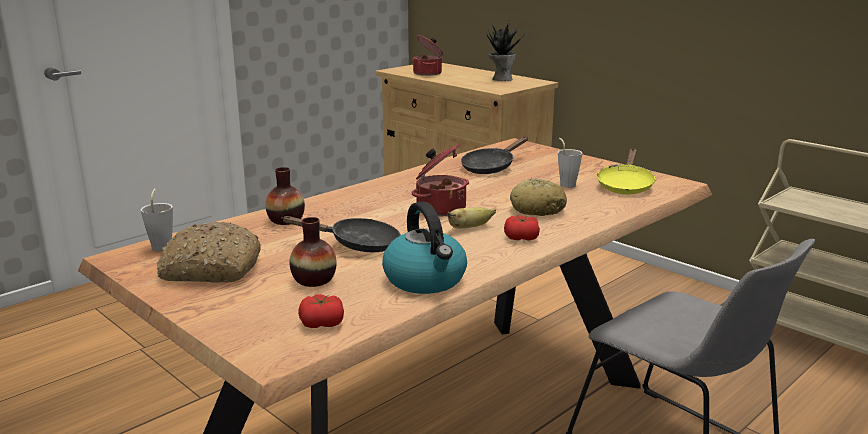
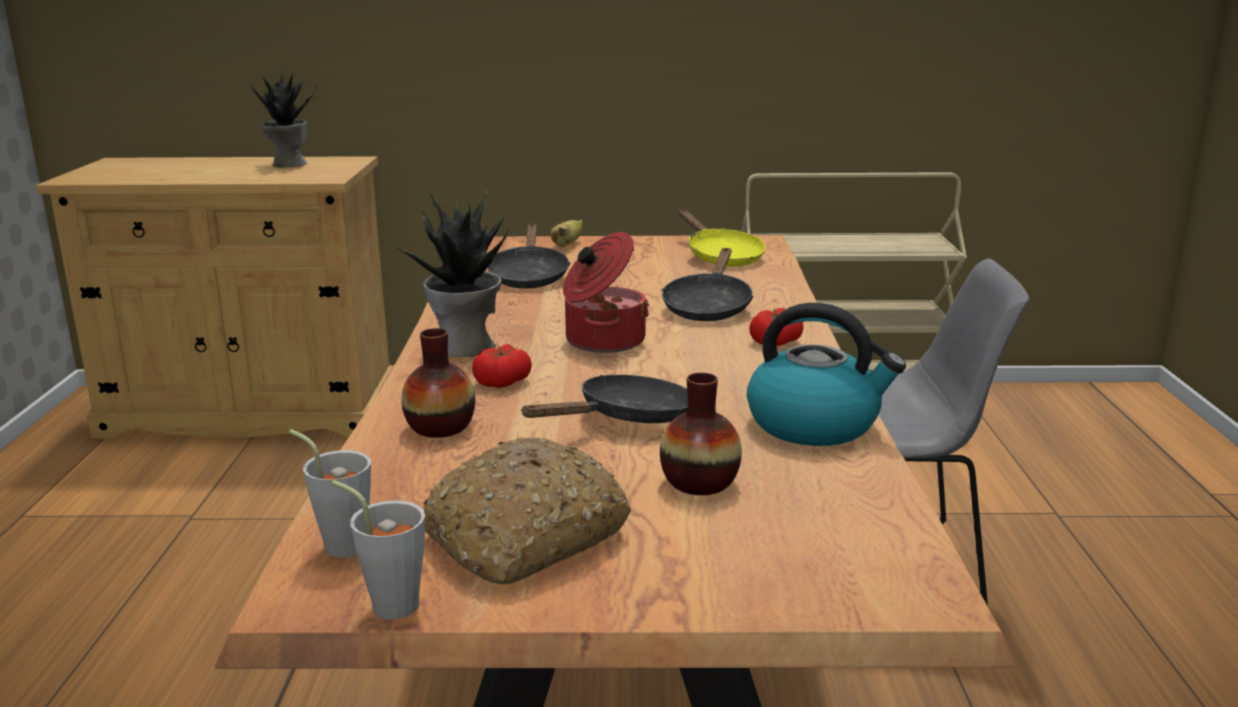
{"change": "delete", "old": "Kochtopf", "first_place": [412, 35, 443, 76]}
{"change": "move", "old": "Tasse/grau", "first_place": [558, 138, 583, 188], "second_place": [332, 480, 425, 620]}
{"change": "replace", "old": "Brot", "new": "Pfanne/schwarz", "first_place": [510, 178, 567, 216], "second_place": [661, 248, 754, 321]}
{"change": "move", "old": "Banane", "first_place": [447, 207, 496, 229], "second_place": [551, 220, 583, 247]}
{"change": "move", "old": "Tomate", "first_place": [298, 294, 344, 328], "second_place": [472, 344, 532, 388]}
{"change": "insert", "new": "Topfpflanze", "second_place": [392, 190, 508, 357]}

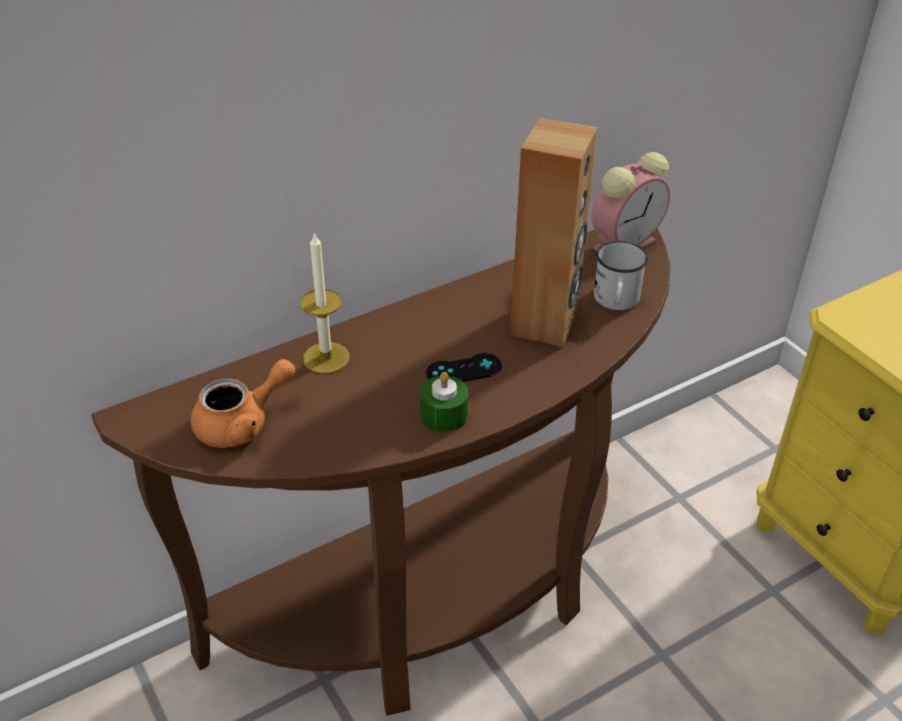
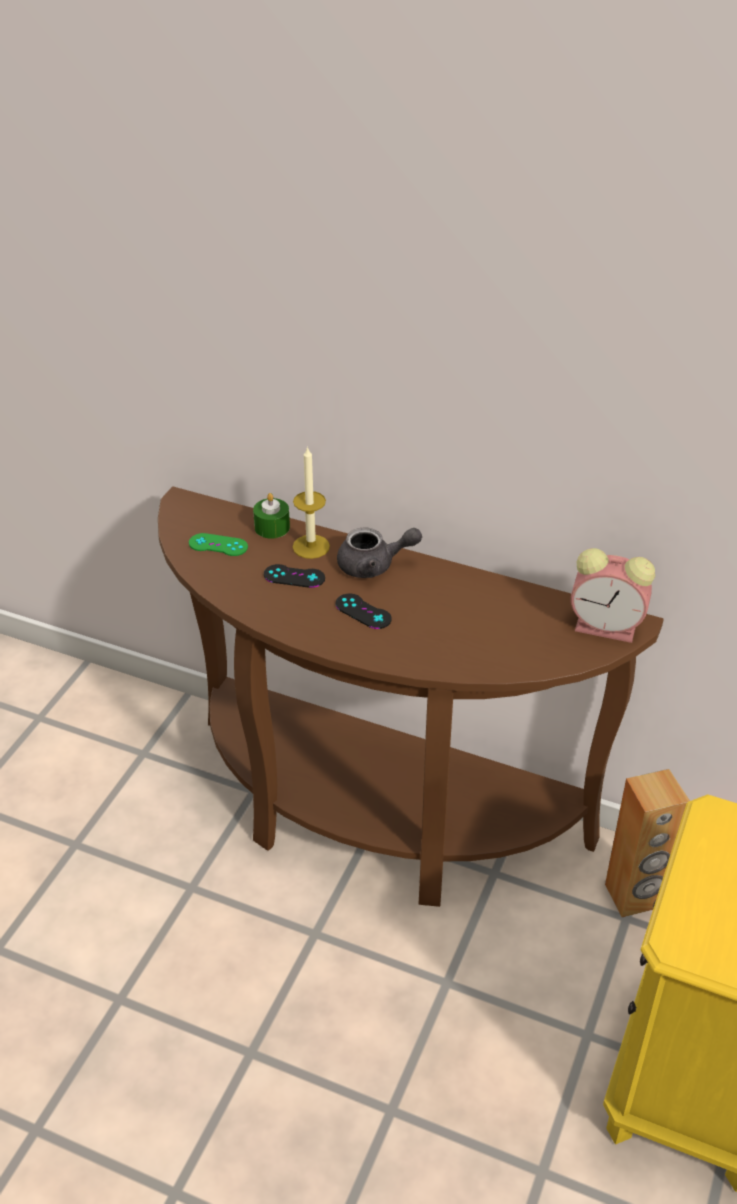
{"change": "move", "old": "Lautsprecher/braun", "first_place": [510, 118, 597, 347], "second_place": [605, 769, 690, 917]}
{"change": "delete", "old": "Henkelbecher/weiß", "first_place": [594, 241, 648, 310]}
{"change": "replace", "old": "Teekanne/orange", "new": "Gamepad/grün", "first_place": [191, 359, 295, 448], "second_place": [189, 533, 248, 556]}
{"change": "move", "old": "Kerze/grün", "first_place": [420, 372, 469, 432], "second_place": [253, 493, 290, 539]}
{"change": "insert", "new": "Teekanne/grau", "second_place": [337, 527, 422, 578]}
{"change": "insert", "new": "Gamepad/schwarz", "second_place": [264, 564, 325, 588]}

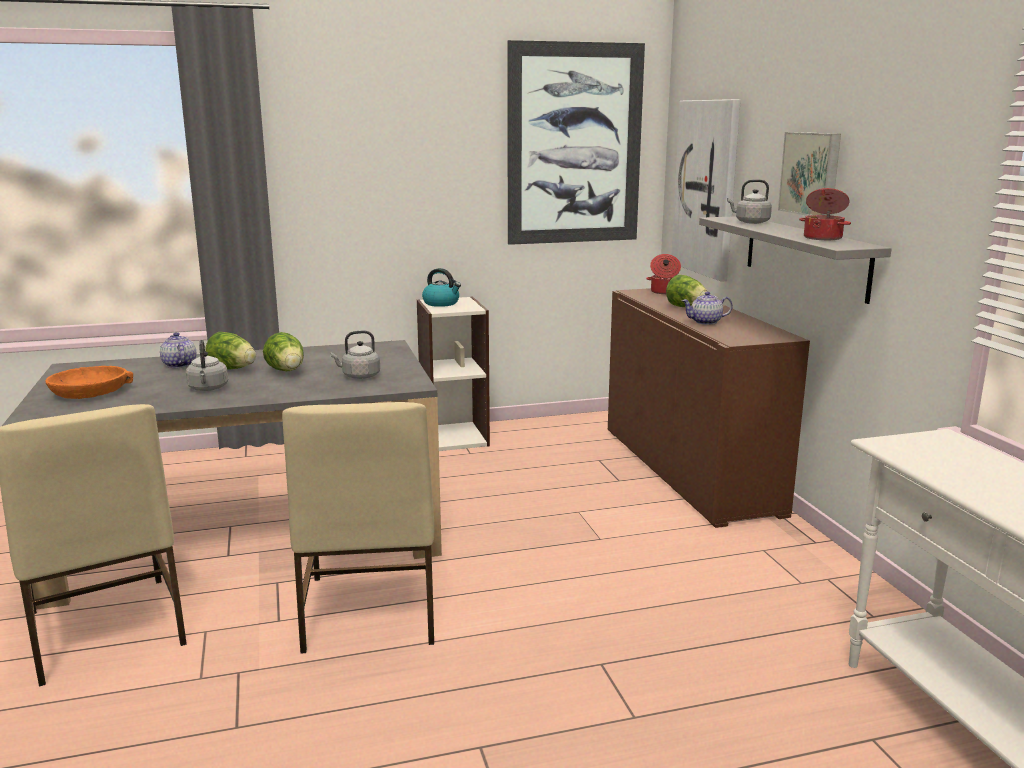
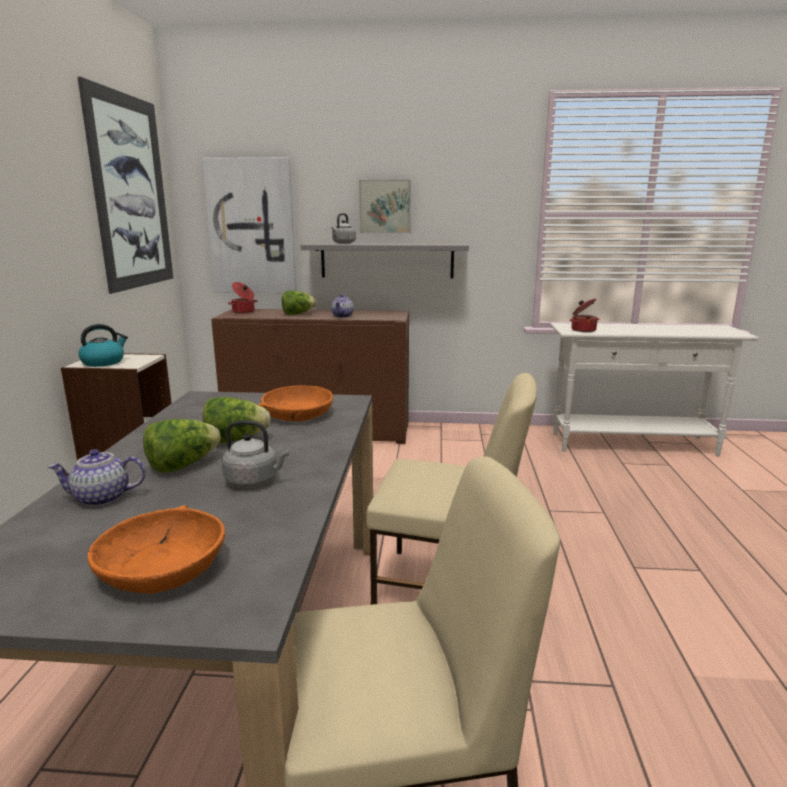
{"change": "move", "old": "Kochtopf", "first_place": [799, 188, 851, 240], "second_place": [570, 299, 599, 332]}
{"change": "replace", "old": "Wasserkessel/grau", "new": "Schüssel/orange", "first_place": [330, 330, 380, 379], "second_place": [258, 386, 333, 421]}

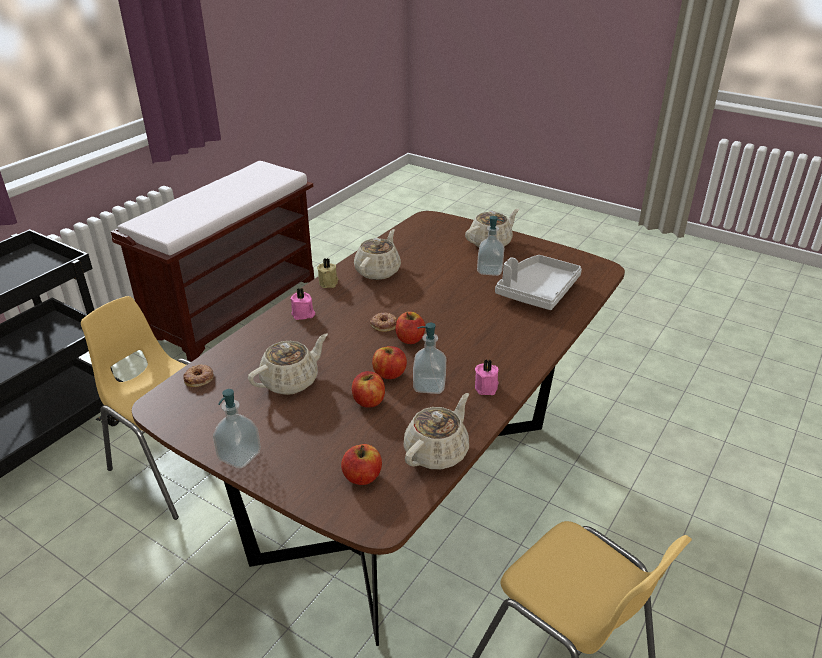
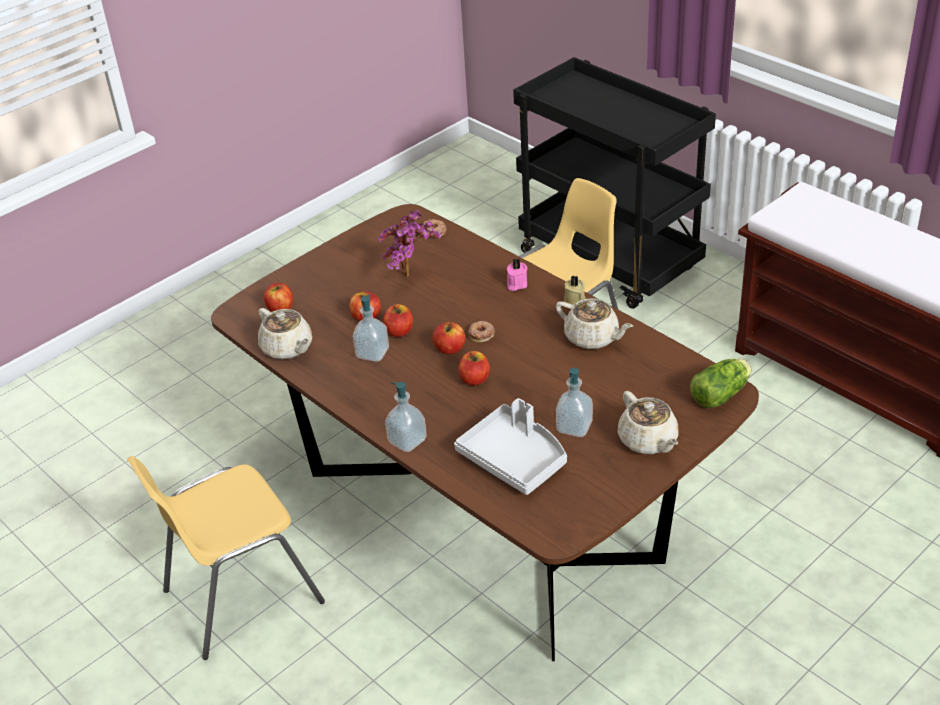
{"change": "replace", "old": "Teekanne/beige", "new": "Topfpflanze", "first_place": [248, 334, 328, 395], "second_place": [378, 210, 441, 276]}
{"change": "delete", "old": "Kerze/rosa", "first_place": [475, 359, 499, 395]}
{"change": "move", "old": "Seifenspender", "first_place": [213, 389, 261, 468], "second_place": [385, 382, 427, 452]}
{"change": "insert", "new": "Apfel", "second_place": [458, 351, 490, 386]}
{"change": "insert", "new": "Salatkopf", "second_place": [690, 359, 751, 408]}

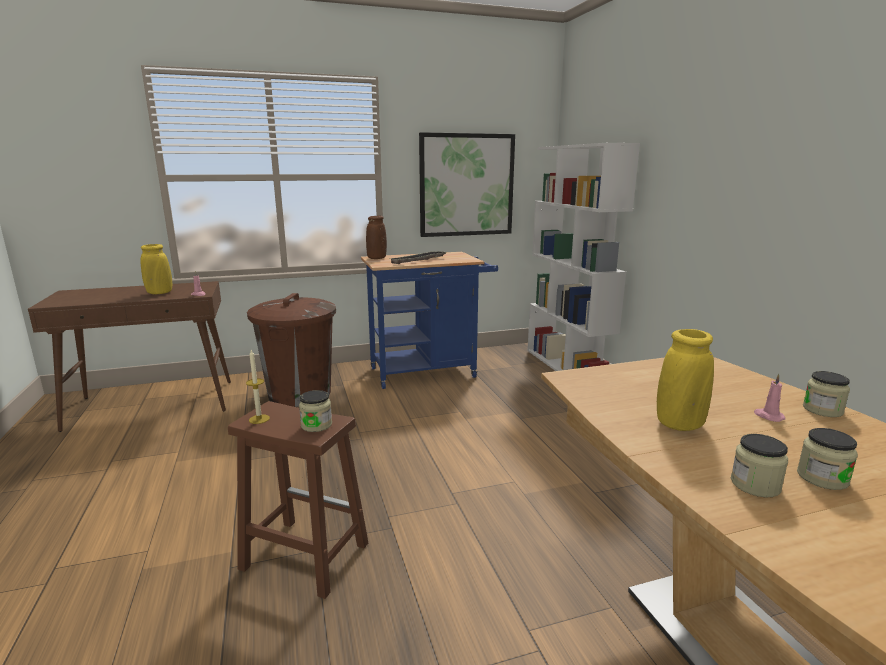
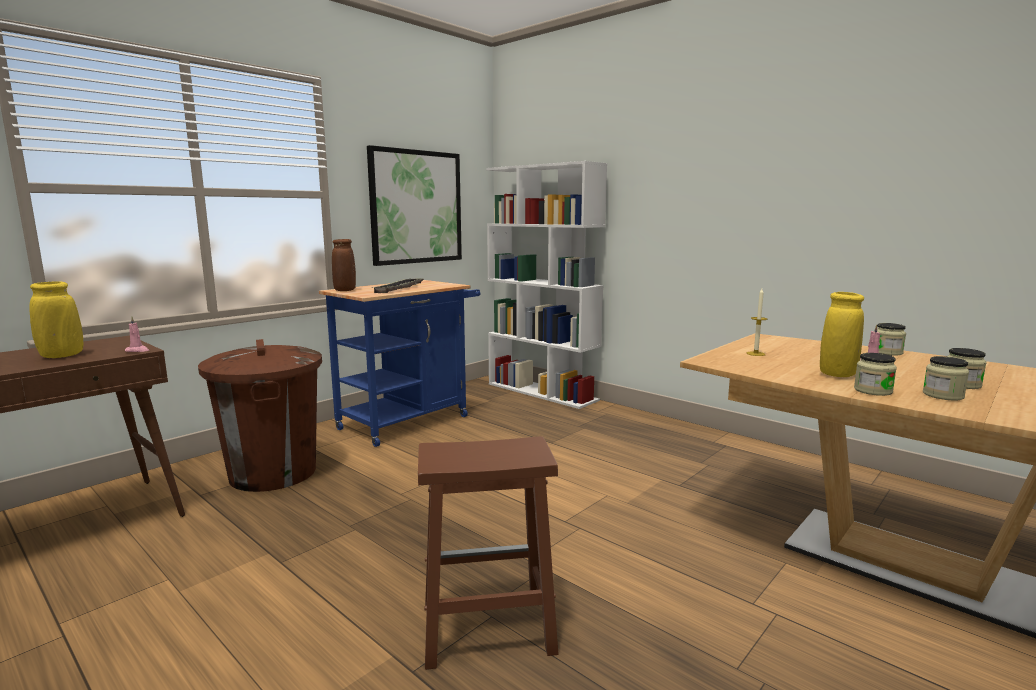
{"change": "move", "old": "Kerze", "first_place": [246, 350, 270, 424], "second_place": [747, 289, 767, 356]}
{"change": "move", "old": "Vorratsglas", "first_place": [299, 390, 332, 432], "second_place": [854, 353, 897, 396]}

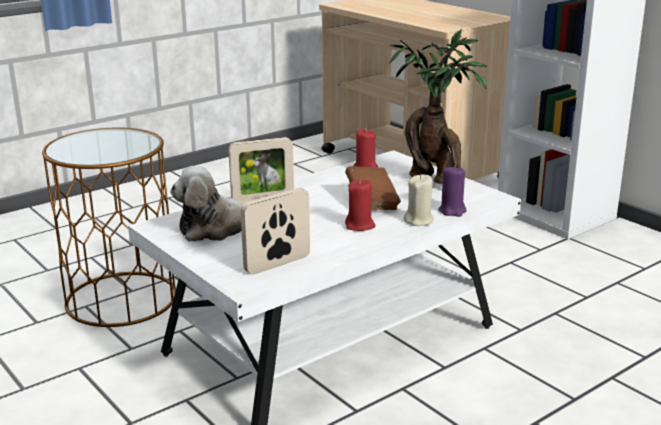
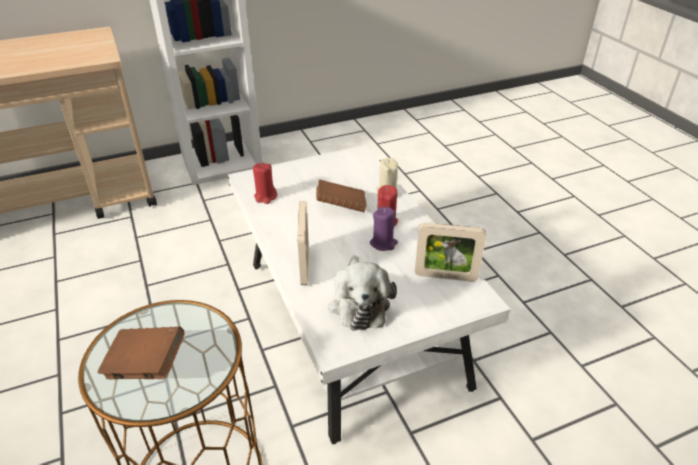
{"change": "delete", "old": "Topfpflanze", "first_place": [389, 29, 487, 183]}
{"change": "move", "old": "Kerze/lila", "first_place": [438, 165, 467, 217], "second_place": [370, 207, 398, 251]}
{"change": "rotate", "old": "Bilderrahmen", "first_place": [241, 188, 310, 274], "second_place": [415, 223, 486, 282], "degrees": -60}
{"change": "insert", "new": "Buch/braun", "second_place": [98, 327, 185, 379]}

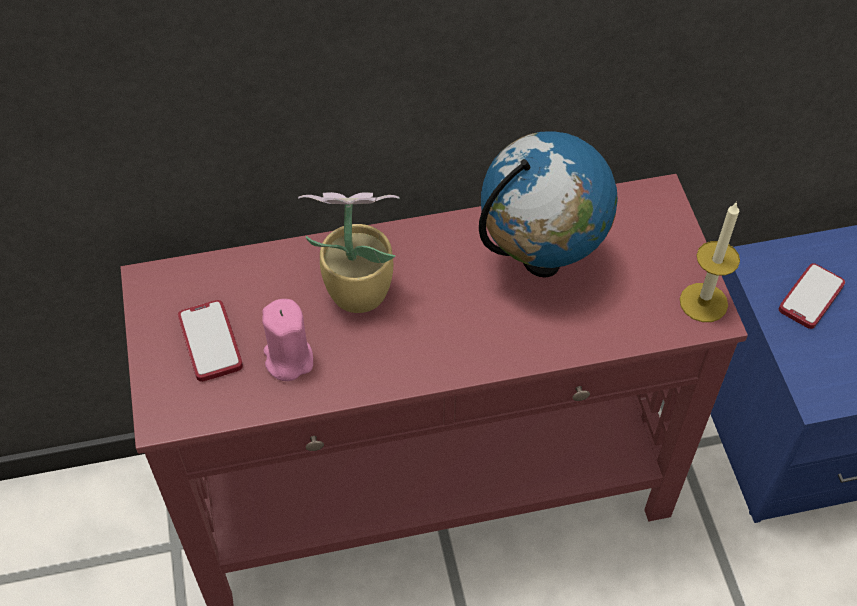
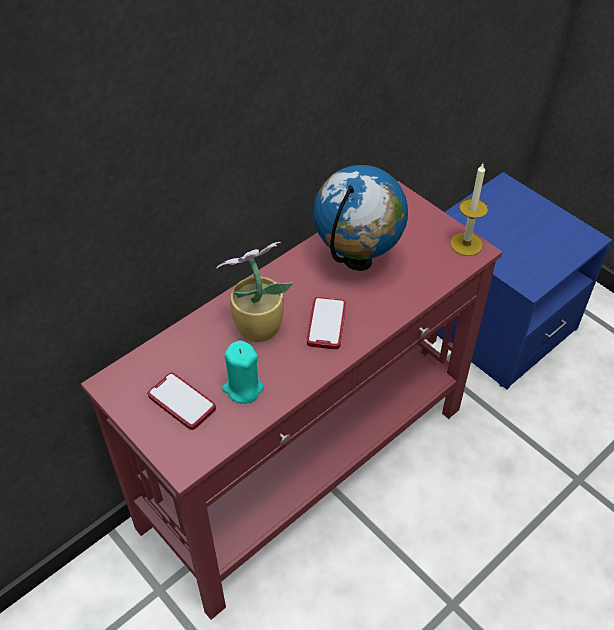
{"change": "move", "old": "Handy", "first_place": [779, 263, 845, 329], "second_place": [307, 297, 346, 349]}
{"change": "recolor", "old": "Kerze/rosa", "new": "Kerze/türkis", "first_place": [262, 299, 313, 381], "second_place": [222, 340, 264, 404]}

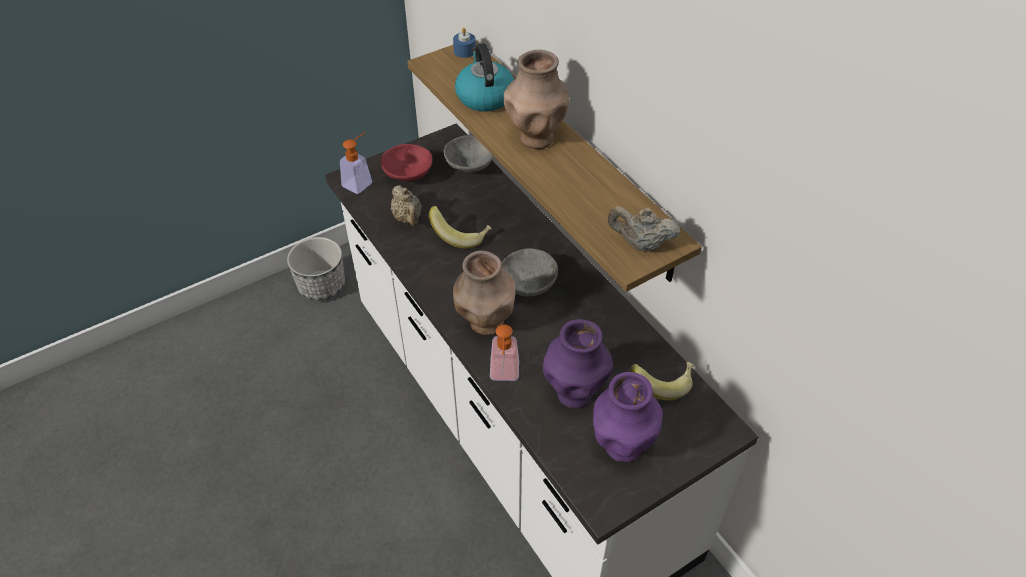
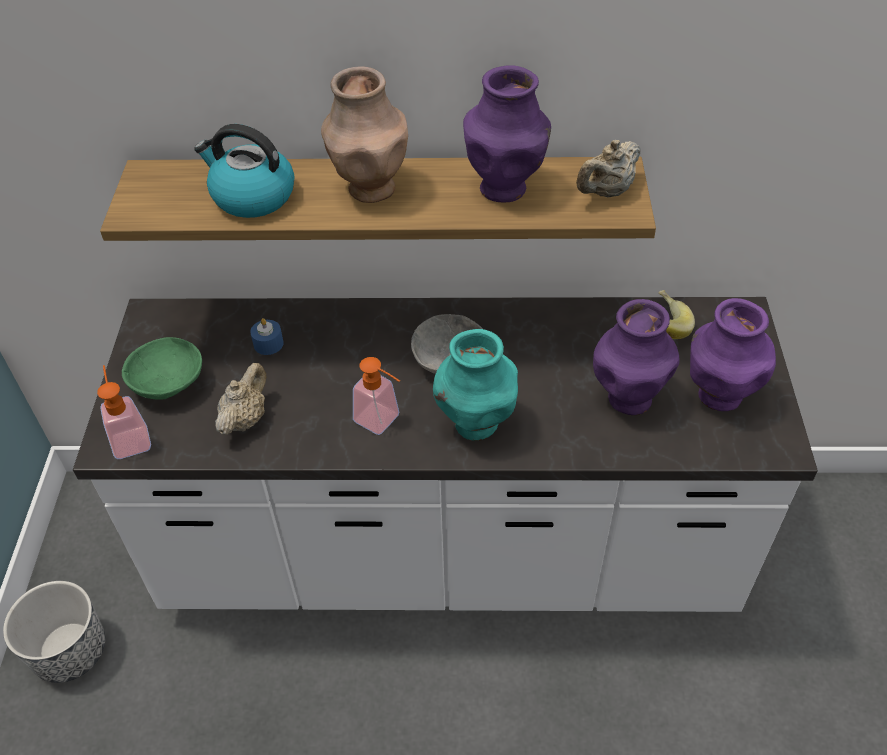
{"change": "move", "old": "Kerze/blau", "first_place": [453, 28, 476, 58], "second_place": [250, 318, 283, 355]}
{"change": "delete", "old": "Schüssel/grau", "first_place": [444, 135, 494, 172]}
{"change": "recolor", "old": "Schüssel/rot", "new": "Schüssel/grün", "first_place": [381, 144, 432, 181], "second_place": [122, 337, 202, 400]}
{"change": "rotate", "old": "Teekanne/beige", "first_place": [391, 185, 422, 226], "second_place": [215, 363, 266, 435], "degrees": -75}
{"change": "delete", "old": "Banane", "first_place": [429, 206, 492, 249]}
{"change": "recolor", "old": "Vase/braun", "new": "Vase/türkis", "first_place": [453, 251, 516, 335], "second_place": [433, 329, 518, 441]}
{"change": "move", "old": "Seifenspender", "first_place": [490, 324, 519, 381], "second_place": [353, 357, 400, 435]}
{"change": "insert", "new": "Vase/lila", "second_place": [463, 65, 551, 203]}

